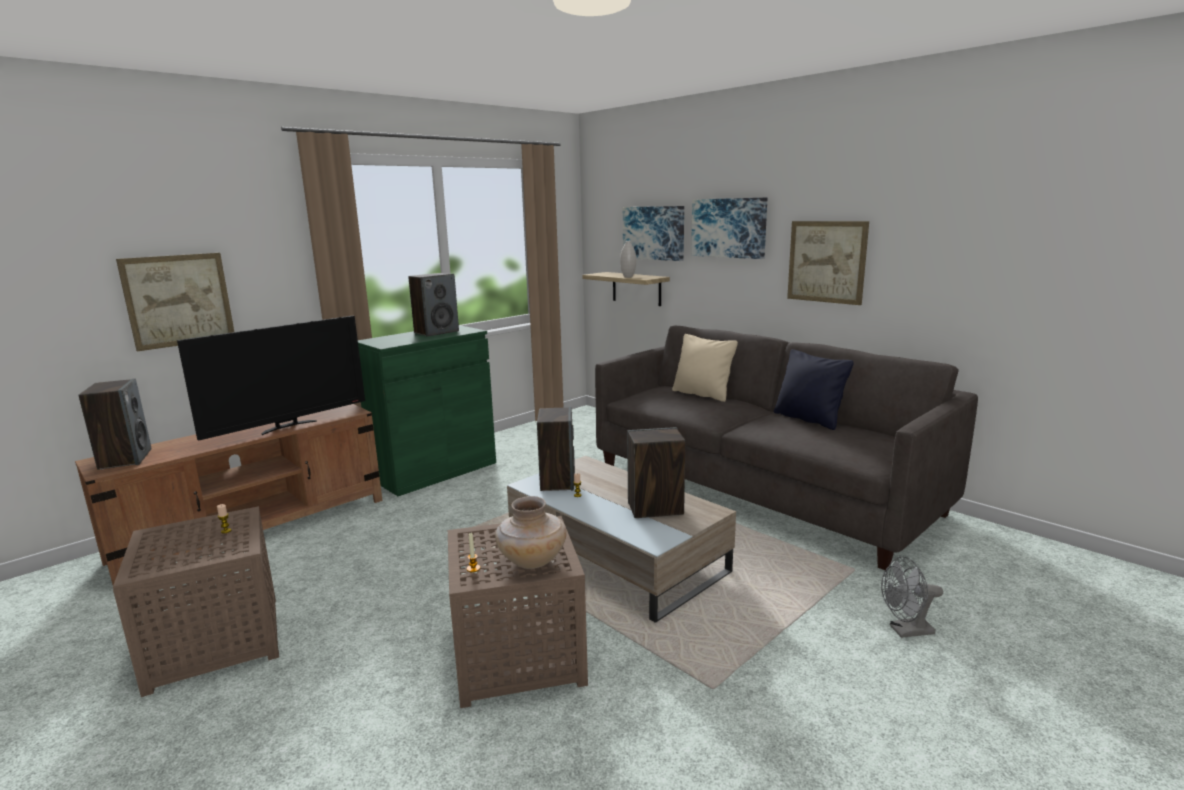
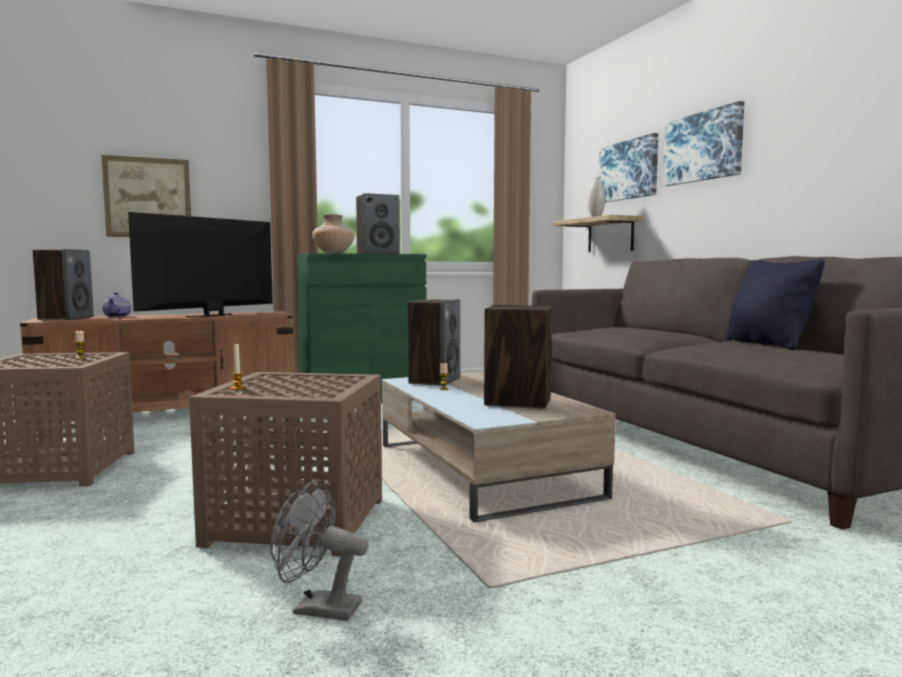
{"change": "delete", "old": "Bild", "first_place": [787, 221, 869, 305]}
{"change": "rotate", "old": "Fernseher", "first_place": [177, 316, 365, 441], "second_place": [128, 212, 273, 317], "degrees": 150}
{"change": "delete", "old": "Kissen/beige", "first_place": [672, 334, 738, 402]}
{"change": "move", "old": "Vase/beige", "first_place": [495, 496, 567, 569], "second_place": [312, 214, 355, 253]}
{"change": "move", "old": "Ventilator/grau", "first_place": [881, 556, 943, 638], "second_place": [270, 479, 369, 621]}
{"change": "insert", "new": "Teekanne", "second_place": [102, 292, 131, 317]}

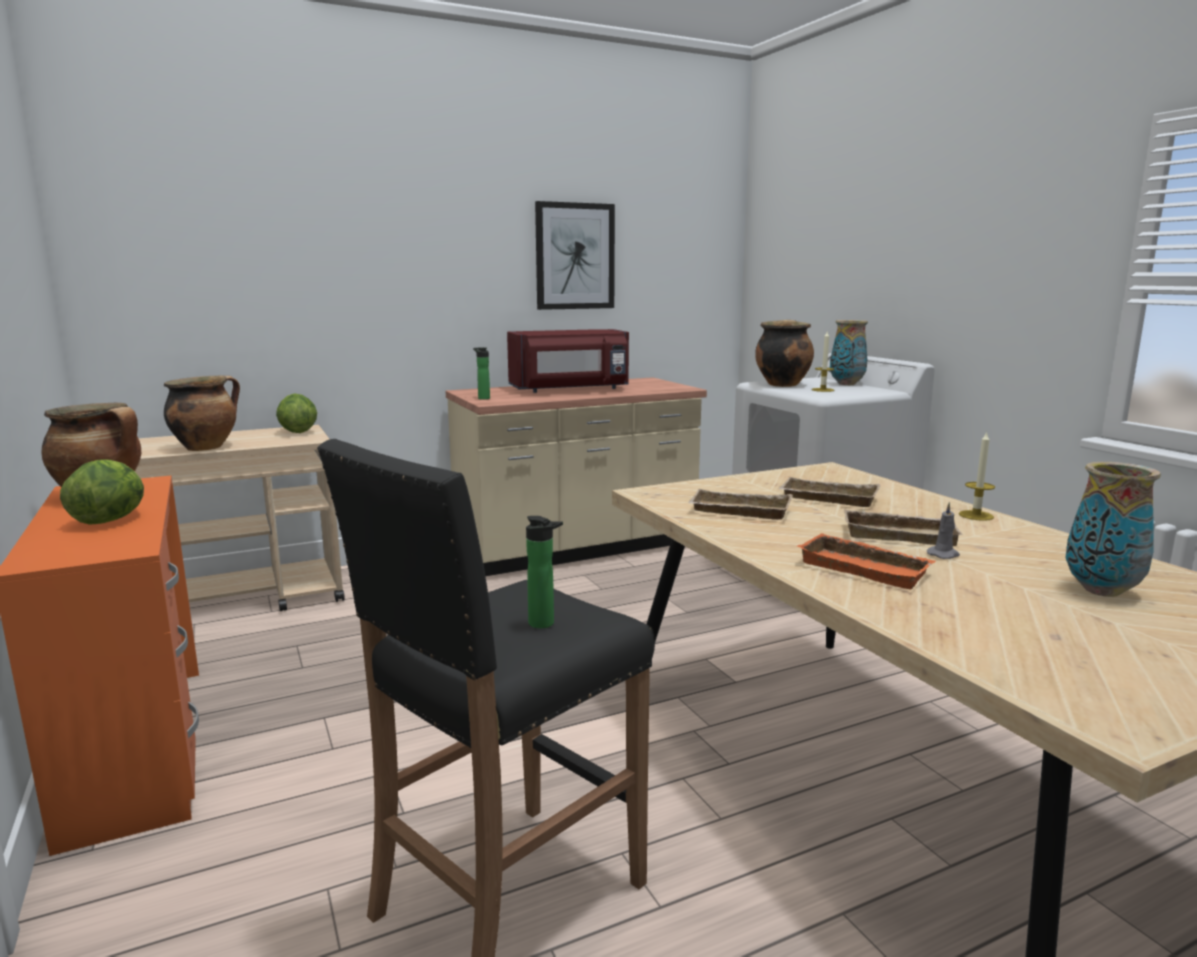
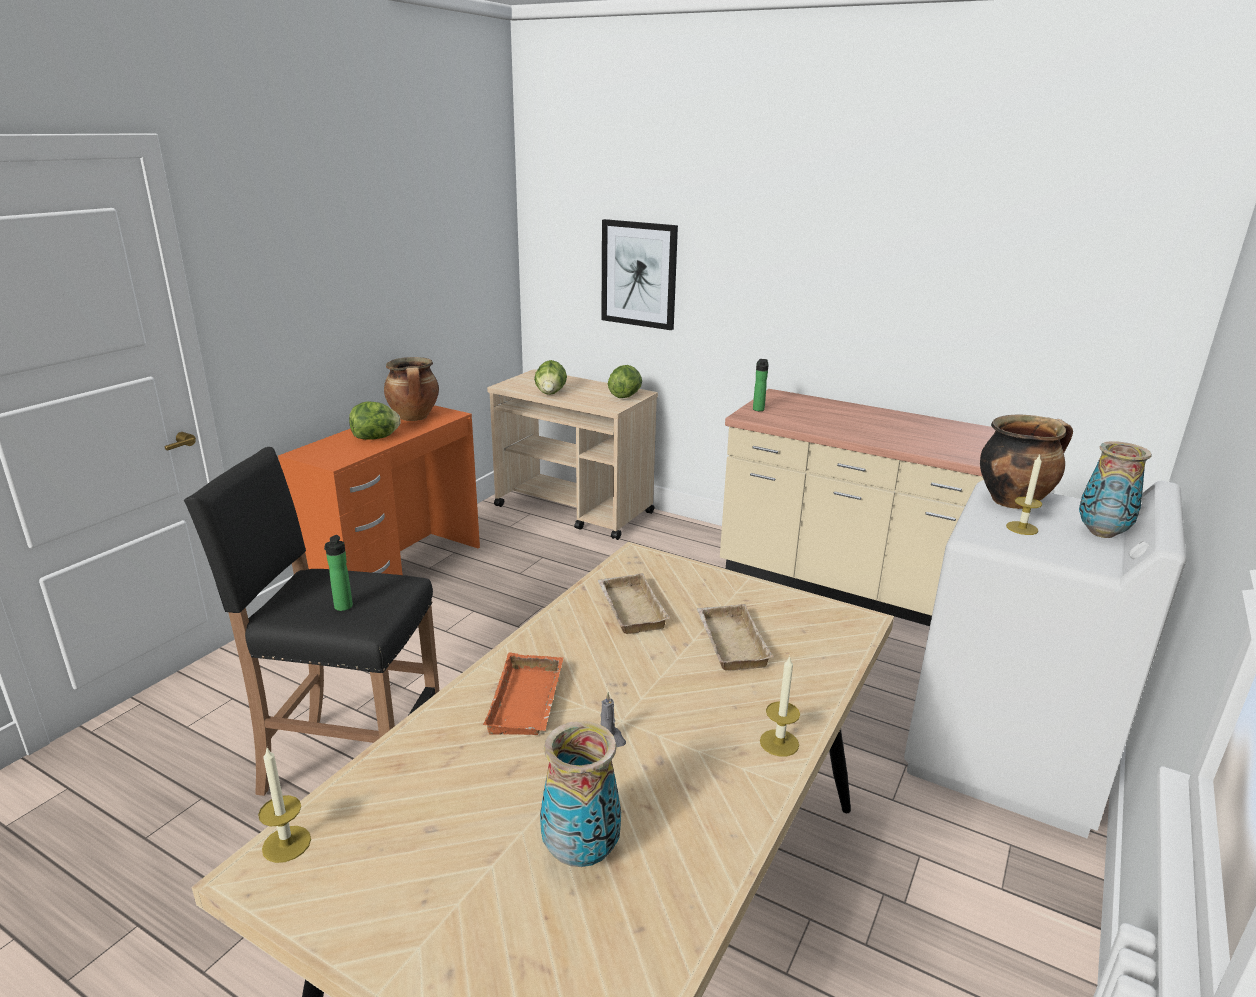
{"change": "move", "old": "Bild", "first_place": [535, 201, 615, 310], "second_place": [601, 219, 678, 330]}
{"change": "delete", "old": "Mikrowelle/rot", "first_place": [507, 329, 629, 393]}
{"change": "replace", "old": "Kochtopf", "new": "Salatkopf", "first_place": [164, 375, 240, 451], "second_place": [534, 360, 567, 395]}
{"change": "delete", "old": "Tablett/beige", "first_place": [844, 509, 962, 546]}
{"change": "insert", "new": "Kerze", "second_place": [258, 748, 311, 863]}

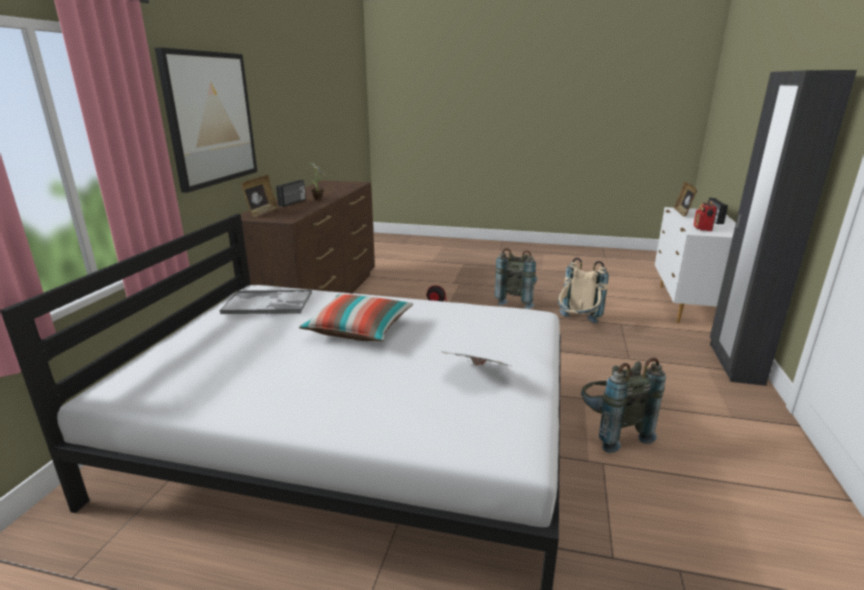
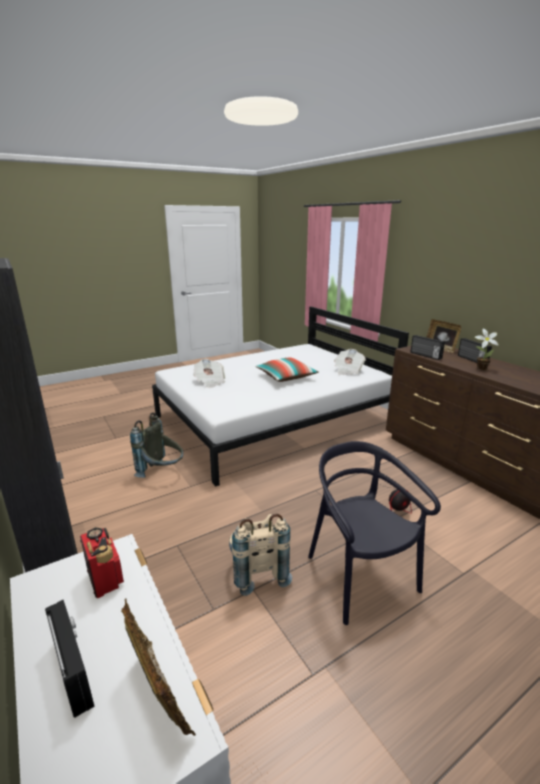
{"change": "delete", "old": "Bild", "first_place": [155, 47, 257, 193]}
{"change": "replace", "old": "Rucksack/grau", "new": "Stuhl/schwarz", "first_place": [495, 248, 537, 309], "second_place": [308, 441, 441, 625]}
{"change": "replace", "old": "Tablett", "new": "Zeitung", "first_place": [220, 290, 312, 314], "second_place": [334, 349, 366, 375]}
{"change": "insert", "new": "Radio", "second_place": [410, 335, 445, 360]}

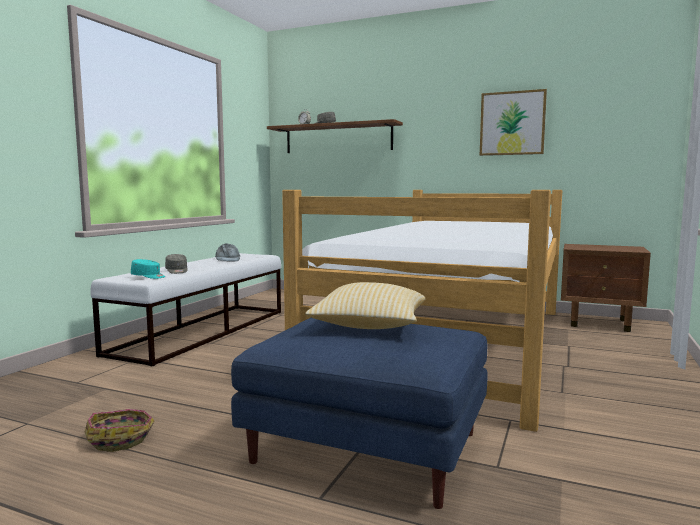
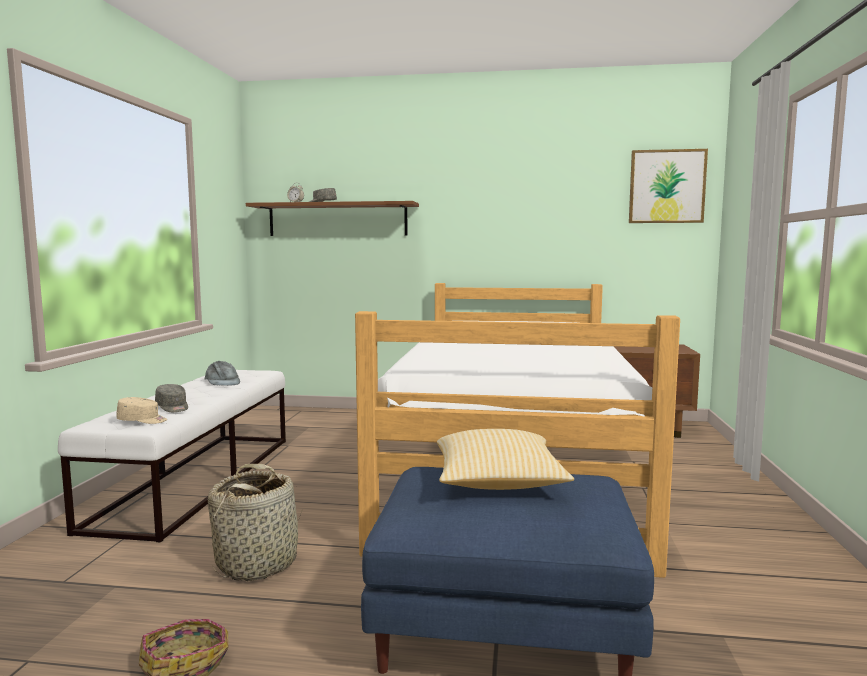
{"change": "move", "old": "Bild", "first_place": [480, 89, 547, 156], "second_place": [629, 149, 708, 223]}
{"change": "recolor", "old": "Kappe/türkis", "new": "Kappe/beige", "first_place": [131, 259, 165, 279], "second_place": [117, 397, 167, 424]}
{"change": "insert", "new": "Korb", "second_place": [208, 464, 303, 581]}

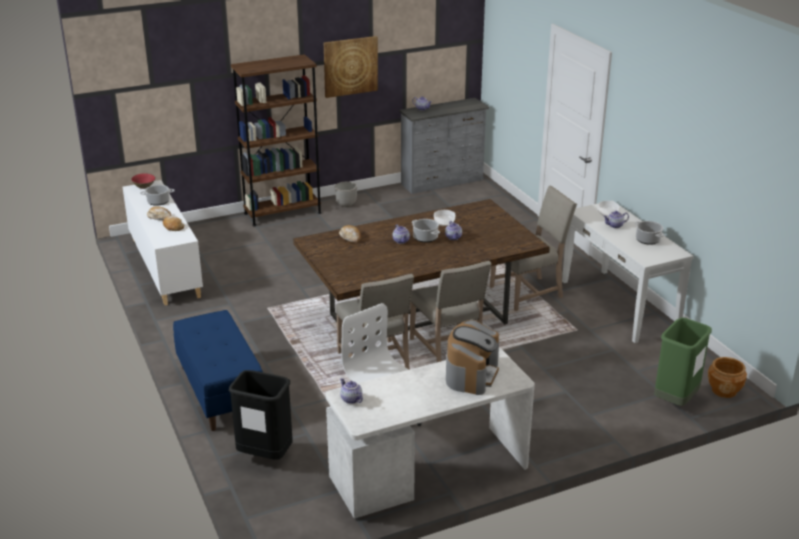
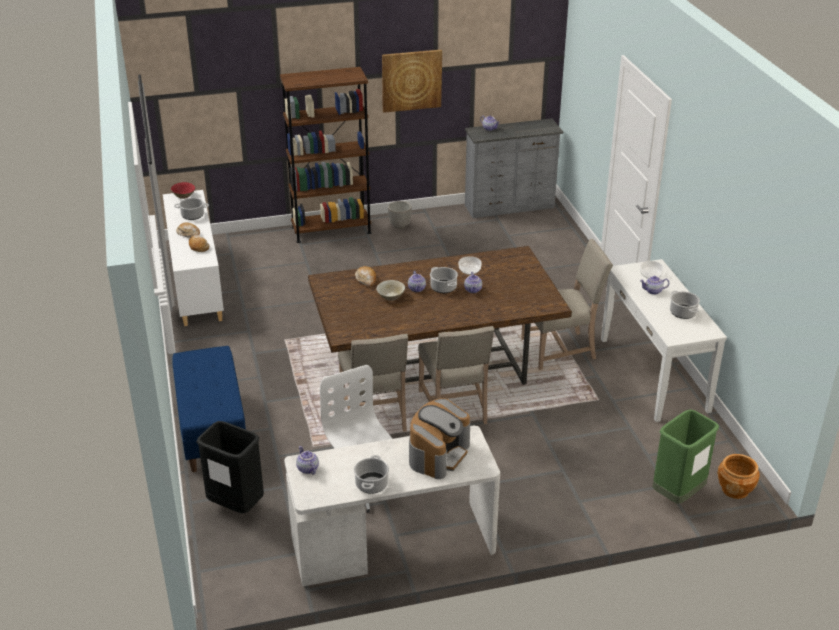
{"change": "insert", "new": "Schüssel/beige", "second_place": [376, 280, 405, 301]}
{"change": "insert", "new": "Kochtopf", "second_place": [354, 455, 389, 494]}

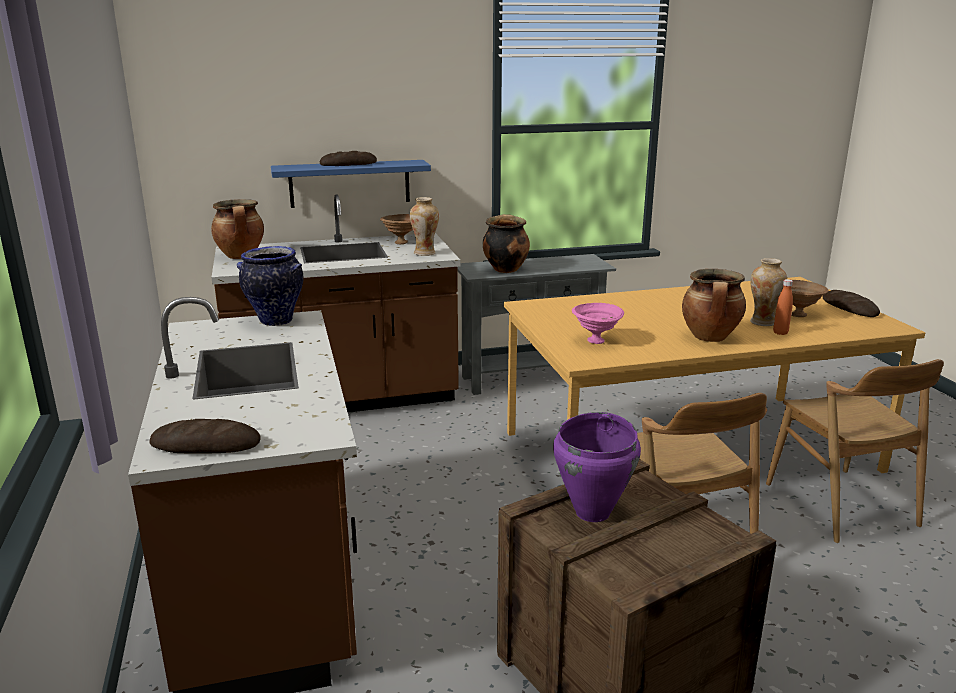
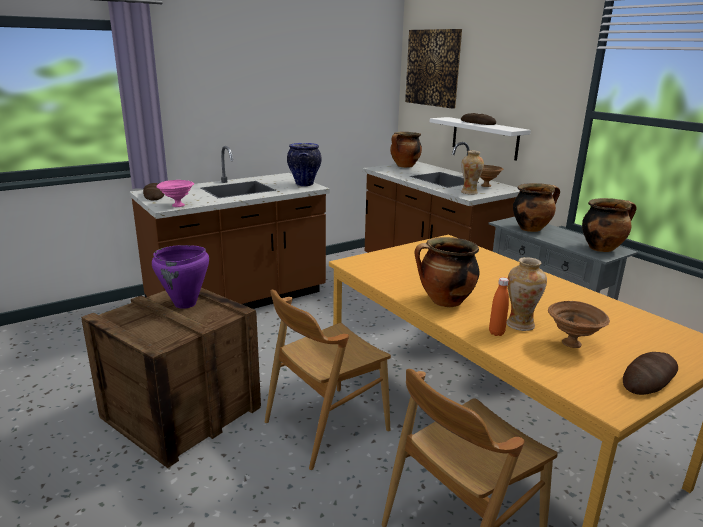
{"change": "recolor", "old": "Wandregal/blau", "new": "Wandregal/weiß", "first_place": [271, 160, 431, 208], "second_place": [430, 117, 531, 161]}
{"change": "move", "old": "Schüssel/rosa", "first_place": [572, 303, 624, 344], "second_place": [156, 180, 194, 207]}
{"change": "insert", "new": "Bild", "second_place": [405, 29, 462, 109]}
{"change": "insert", "new": "Kochtopf", "second_place": [582, 198, 637, 252]}

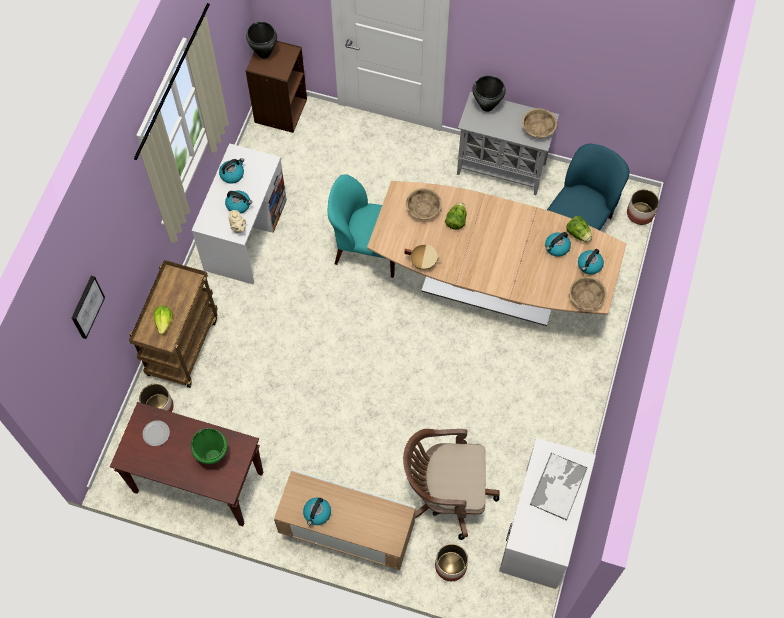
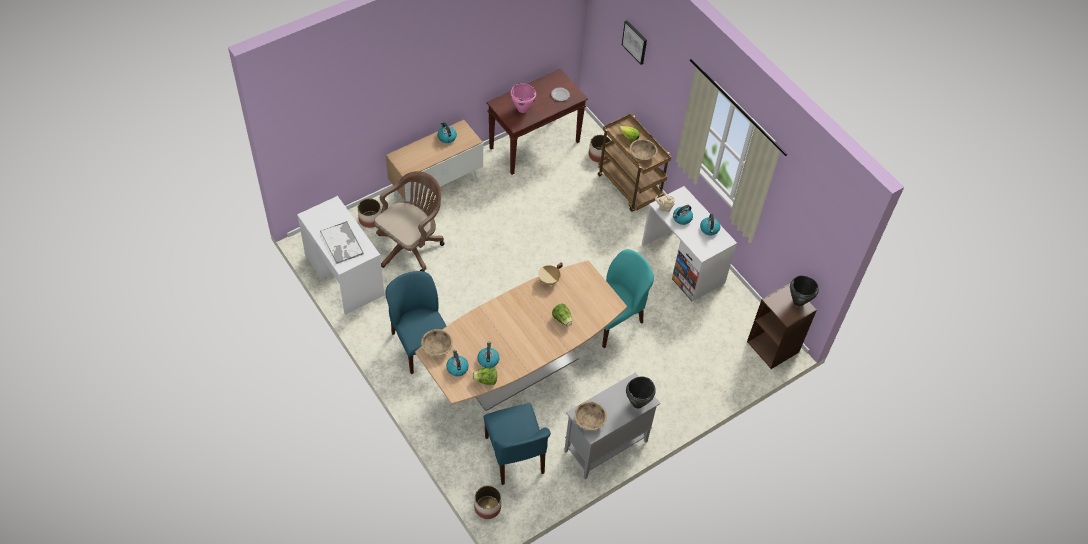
{"change": "move", "old": "Schüssel/beige", "first_place": [406, 188, 442, 220], "second_place": [630, 139, 657, 161]}
{"change": "recolor", "old": "Kochtopf/grün", "new": "Kochtopf/rosa", "first_place": [191, 428, 228, 464], "second_place": [510, 83, 536, 113]}
{"change": "insert", "new": "Stuhl/blau", "second_place": [385, 271, 446, 374]}

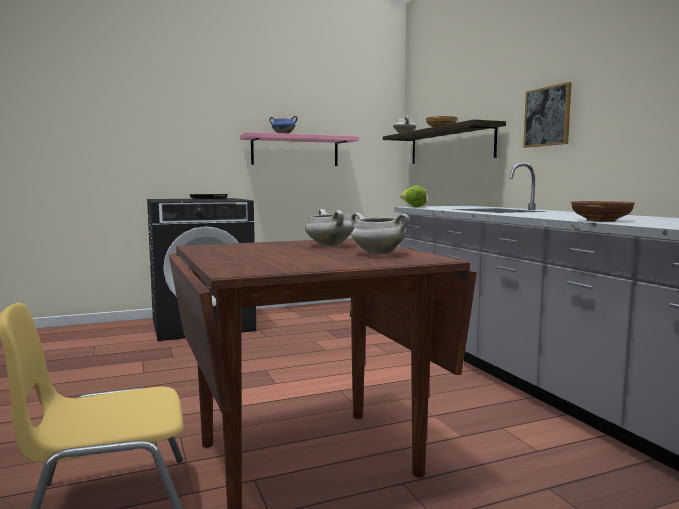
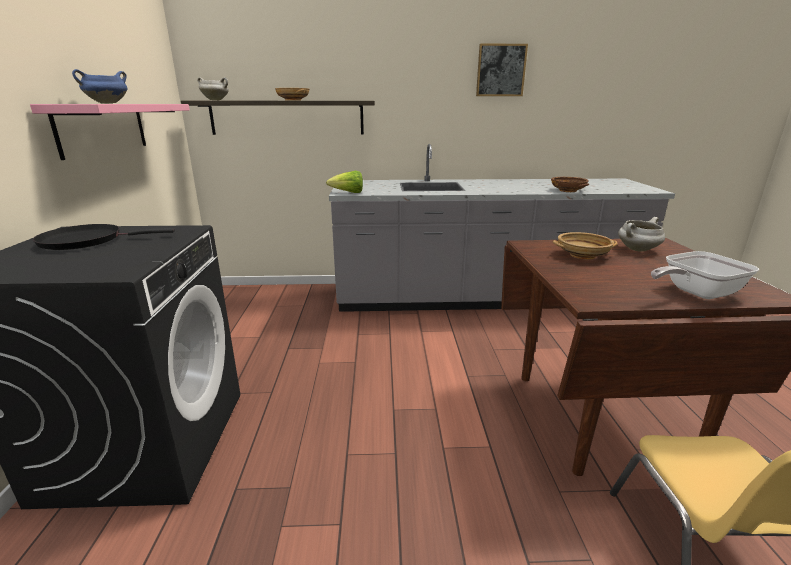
{"change": "move", "old": "Bild", "first_place": [523, 82, 572, 148], "second_place": [476, 44, 528, 96]}
{"change": "replace", "old": "Kochtopf/weiß", "new": "Schüssel/beige", "first_place": [305, 209, 354, 246], "second_place": [553, 232, 618, 259]}
{"change": "insert", "new": "Pfanne", "second_place": [651, 251, 759, 299]}

